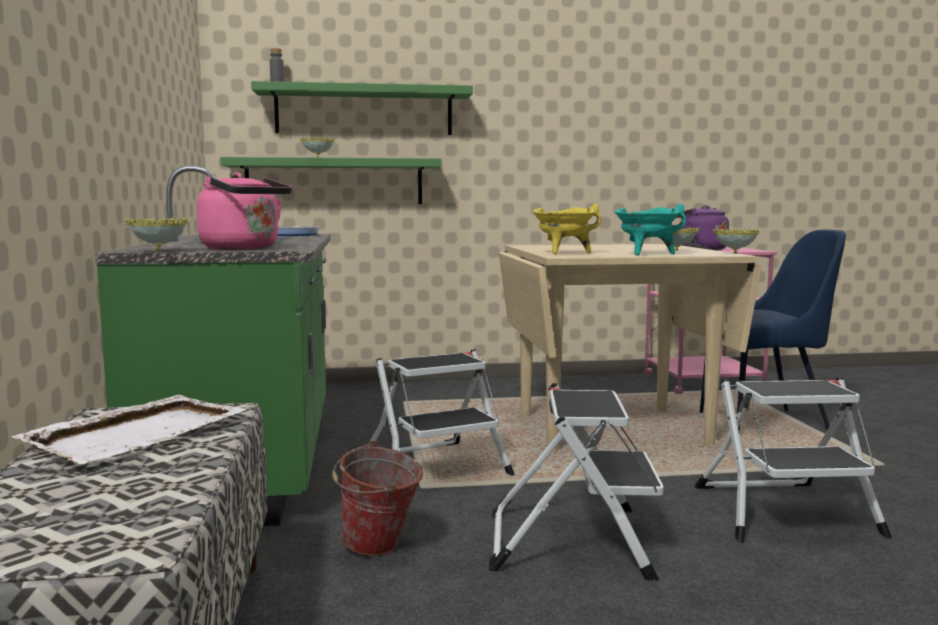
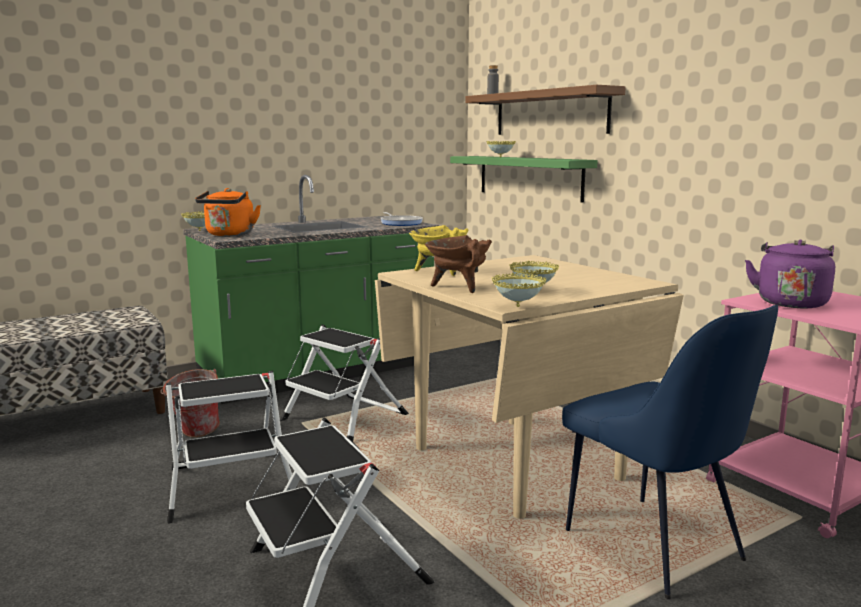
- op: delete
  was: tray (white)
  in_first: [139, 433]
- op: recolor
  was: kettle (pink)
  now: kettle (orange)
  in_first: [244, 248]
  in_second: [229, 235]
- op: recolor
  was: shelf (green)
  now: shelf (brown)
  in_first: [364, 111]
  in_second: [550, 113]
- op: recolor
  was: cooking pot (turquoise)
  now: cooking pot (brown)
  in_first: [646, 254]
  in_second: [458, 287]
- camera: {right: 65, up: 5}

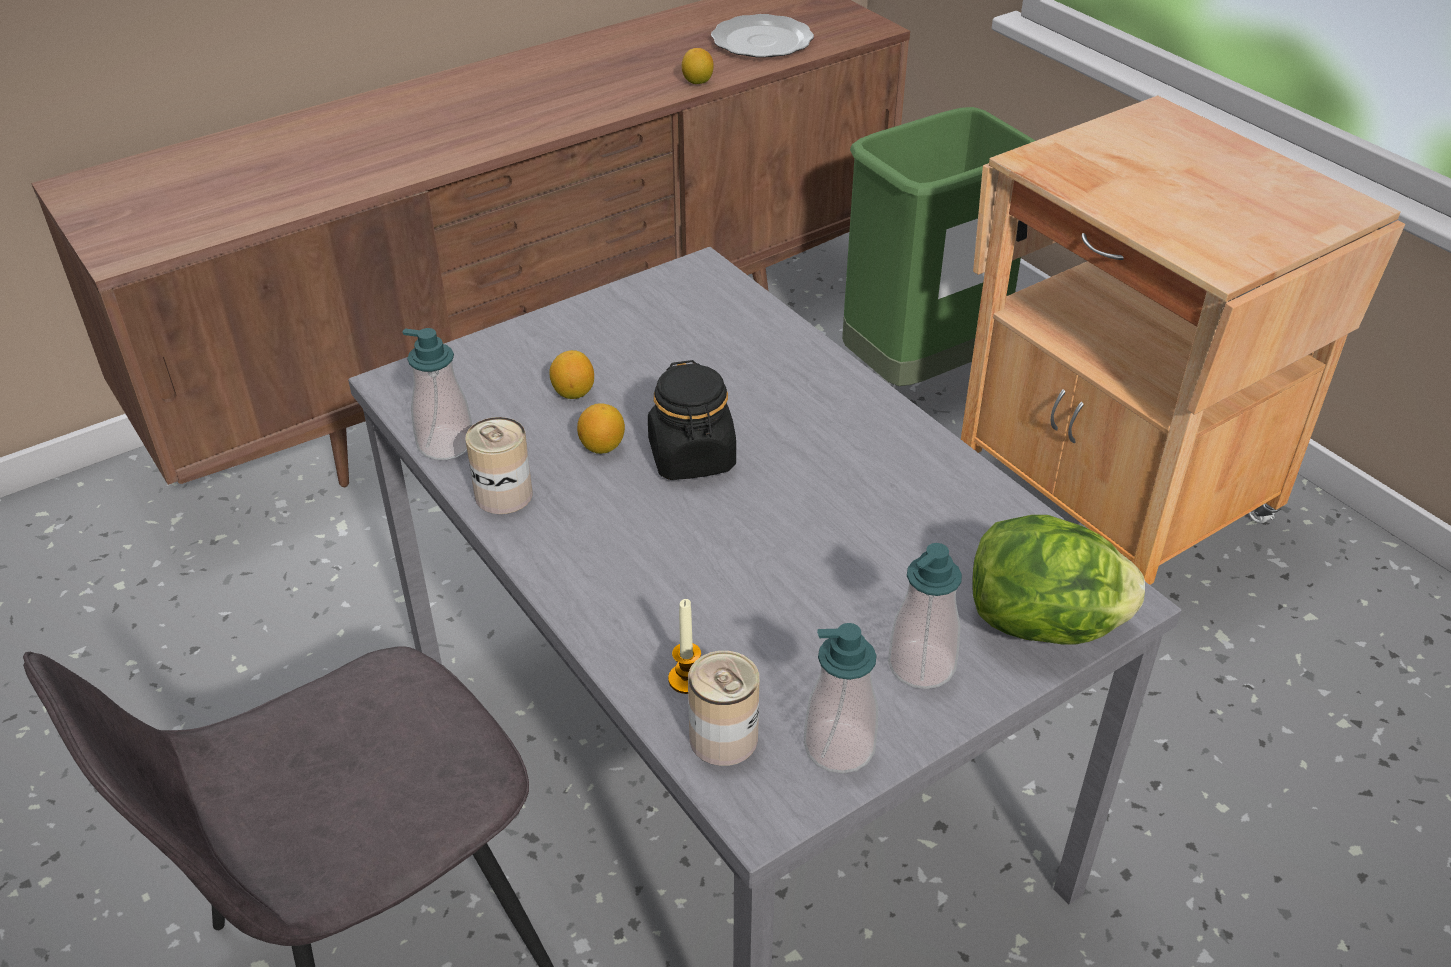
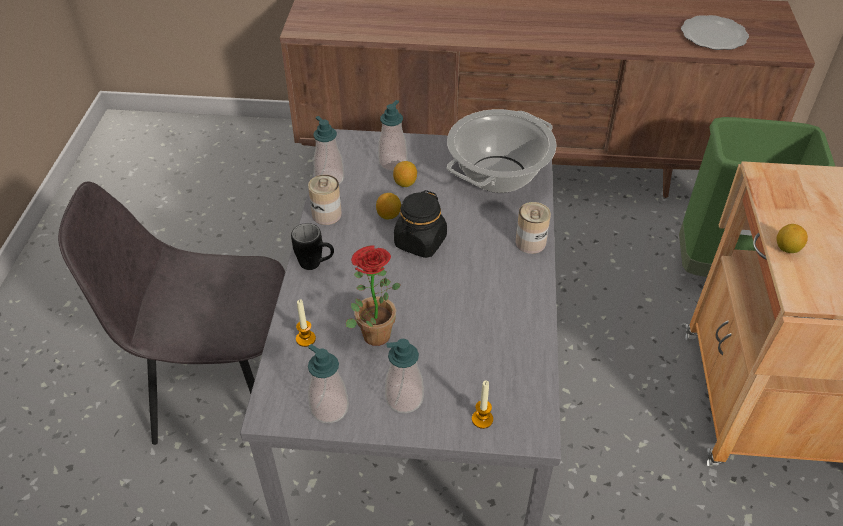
- op: move
  was: lemon
  in_first: [697, 82]
  in_second: [787, 248]
- op: move
  was: can
  in_first: [723, 738]
  in_second: [530, 242]
- op: replace
  was: lettuce
  now: candle
  in_first: [1045, 625]
  in_second: [482, 419]
- op: insert
  now: mug (black)
  in_second: [316, 265]
- op: insert
  now: potted plant
  in_second: [373, 331]
- op: insert
  now: soap dispenser
  in_second: [393, 163]
- op: insert
  now: cooking pot
  in_second: [498, 174]
- camera: {right: 40, up: 5}

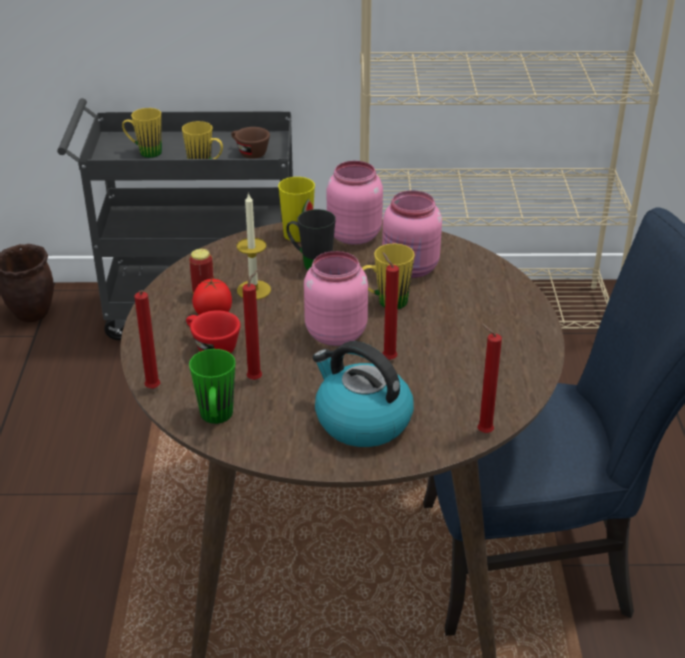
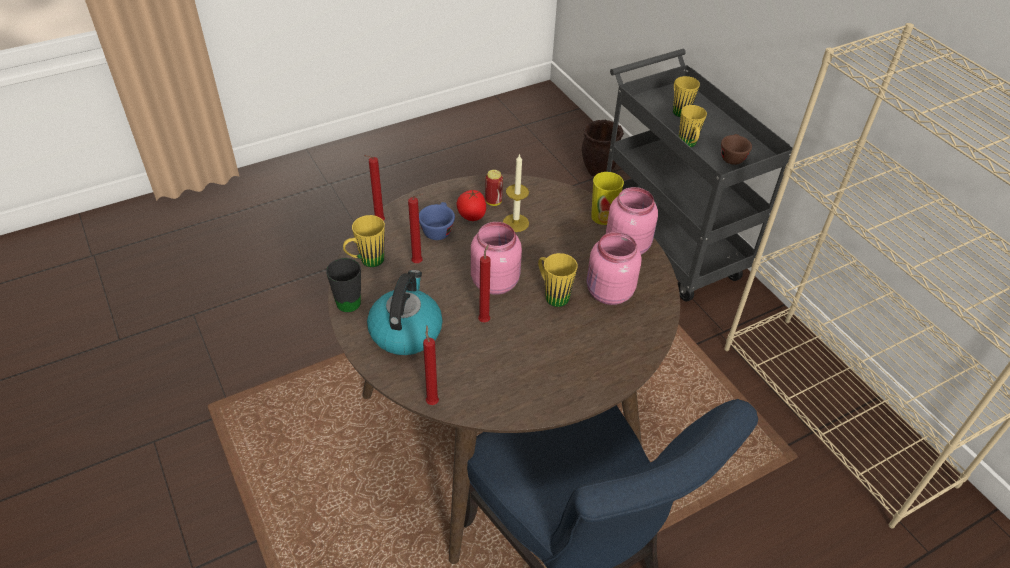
- op: recolor
  was: cup (red)
  now: cup (blue)
  in_first: [211, 347]
  in_second: [438, 229]
- op: recolor
  was: mug (green)
  now: mug (yellow)
  in_first: [216, 419]
  in_second: [366, 261]
- op: move
  was: mug (black)
  in_first: [310, 263]
  in_second: [349, 298]
- camera: {right: 60, up: 10}

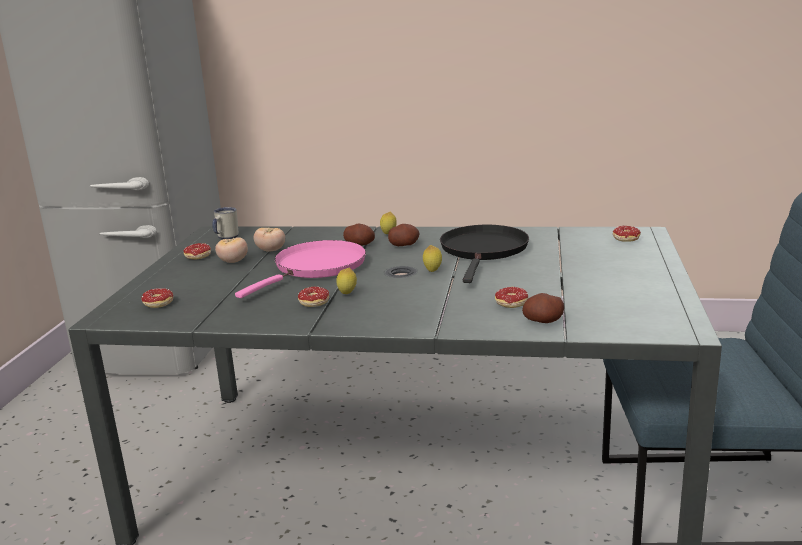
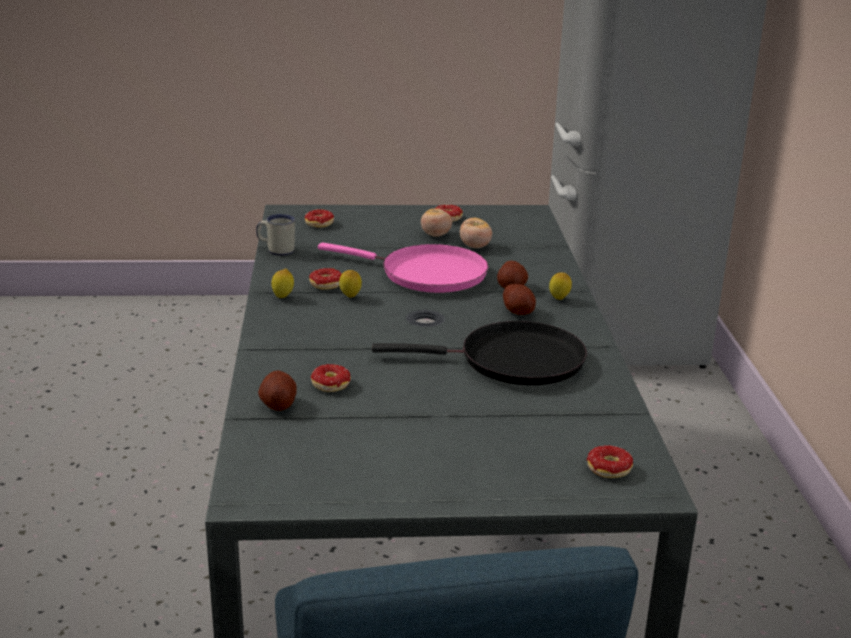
- op: move
  was: mug (white)
  in_first: [225, 237]
  in_second: [276, 250]
- op: move
  was: lemon
  in_first: [432, 270]
  in_second: [283, 297]
- camera: {right: 75, up: 5}

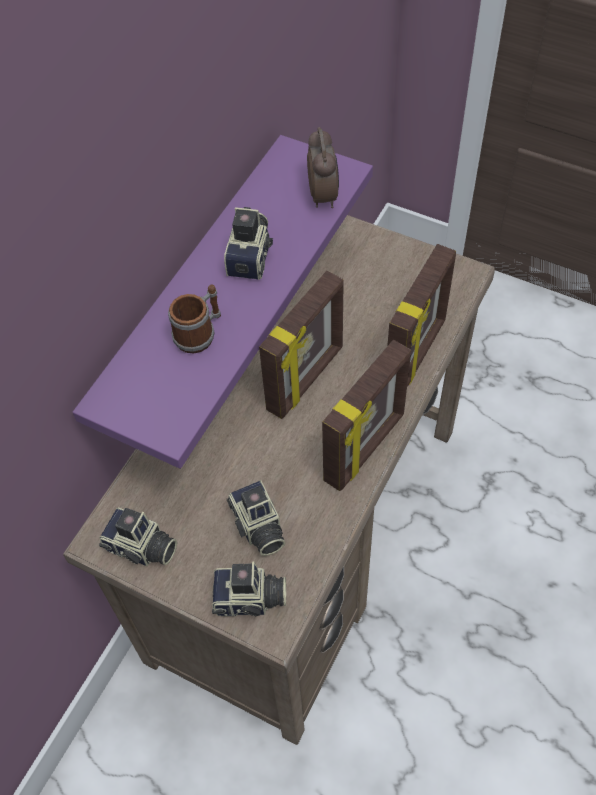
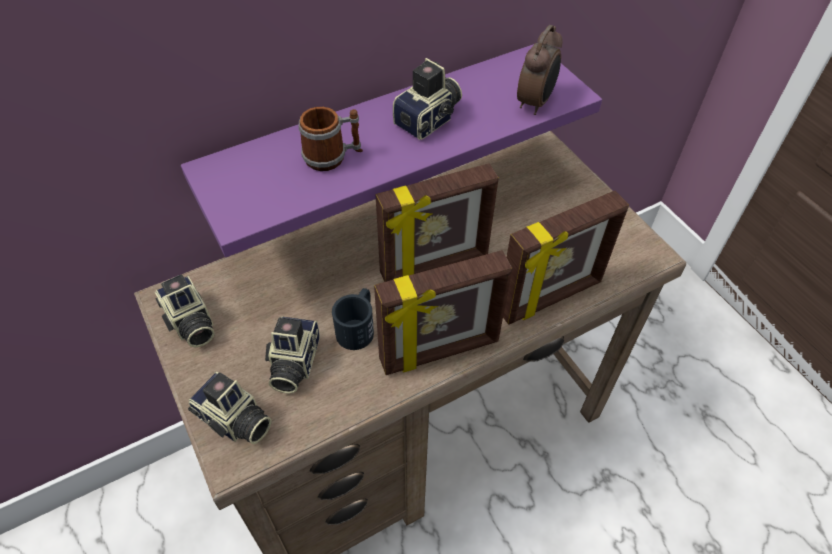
- op: insert
  now: mug (black)
  in_second: [358, 326]
- camera: {right: 30, up: -5}

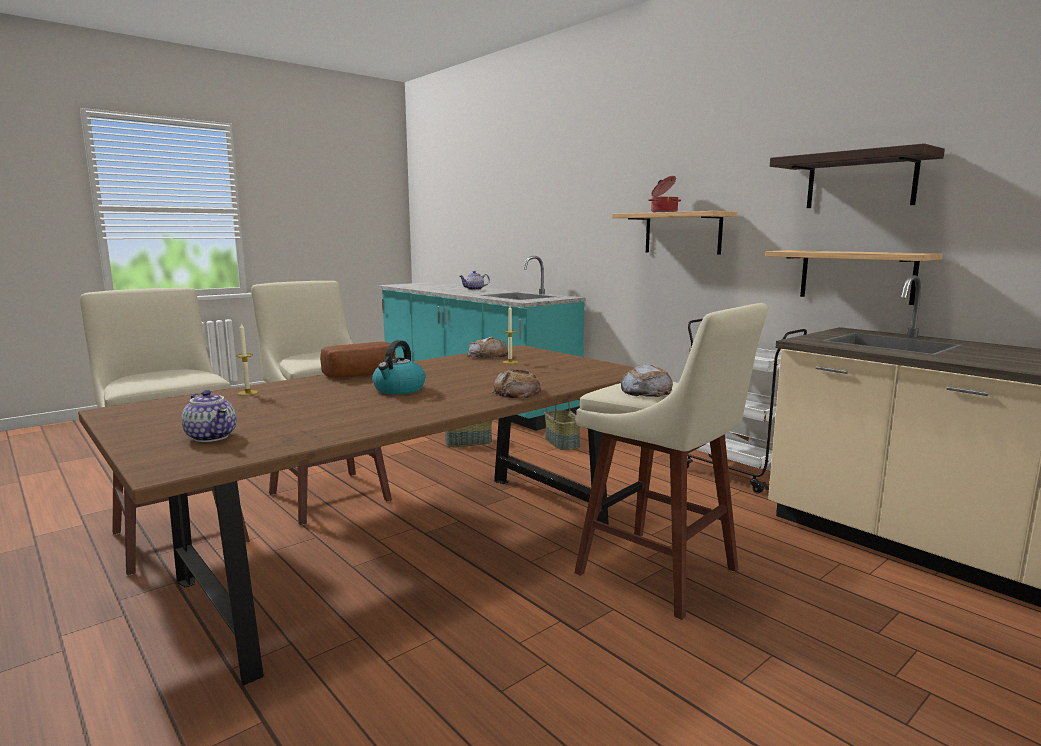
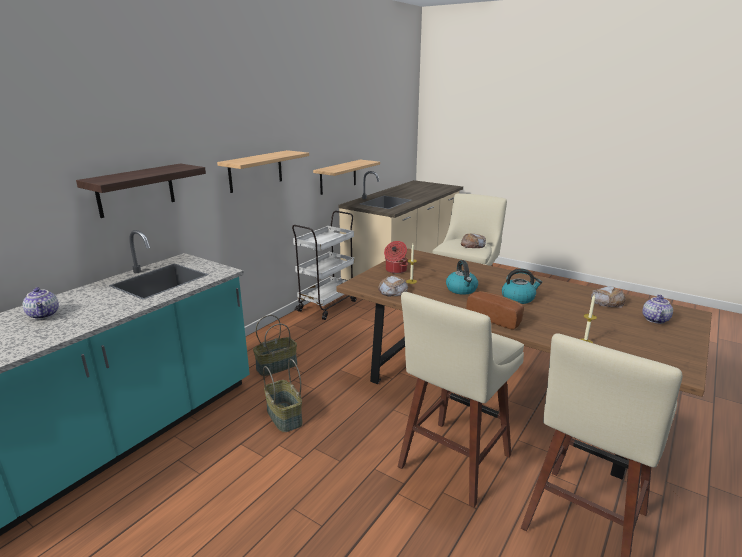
- op: move
  was: bread
  in_first: [517, 392]
  in_second: [607, 301]
- op: move
  was: cooking pot
  in_first: [663, 212]
  in_second: [395, 270]
- op: move
  was: shelf
  in_first: [860, 181]
  in_second: [136, 190]
- op: insert
  now: kettle
  in_second: [461, 289]
- camera: {right: -105, up: 10}

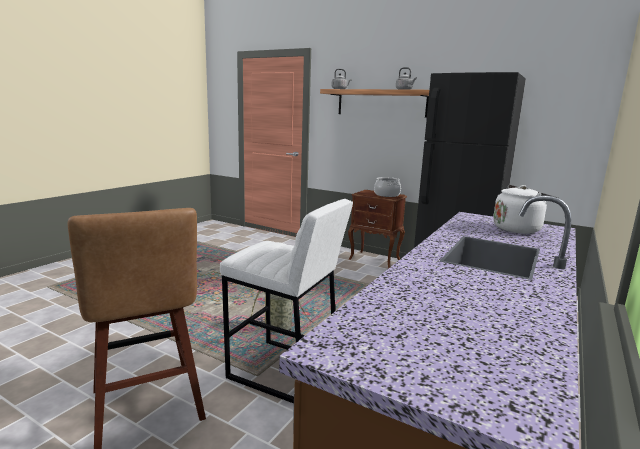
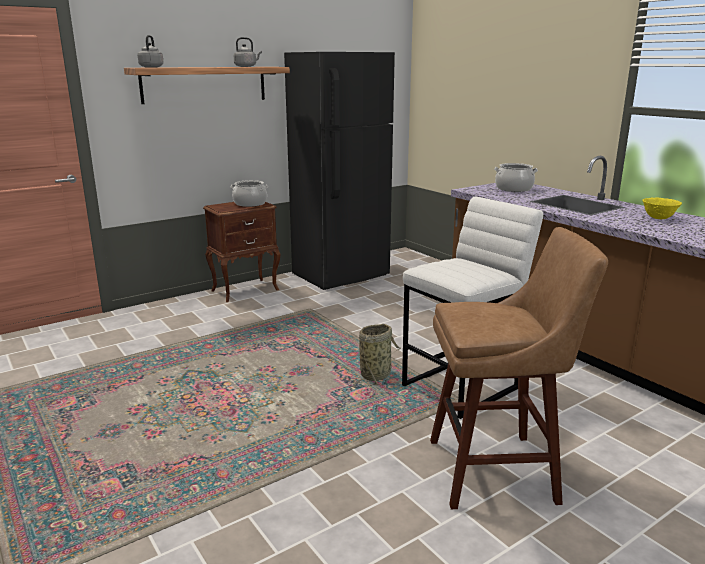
- op: replace
  was: kettle (white)
  now: cooking pot
  in_first: [518, 229]
  in_second: [514, 189]
- op: insert
  now: bowl (yellow)
  in_second: [659, 218]
- camera: {right: -65, up: 5}

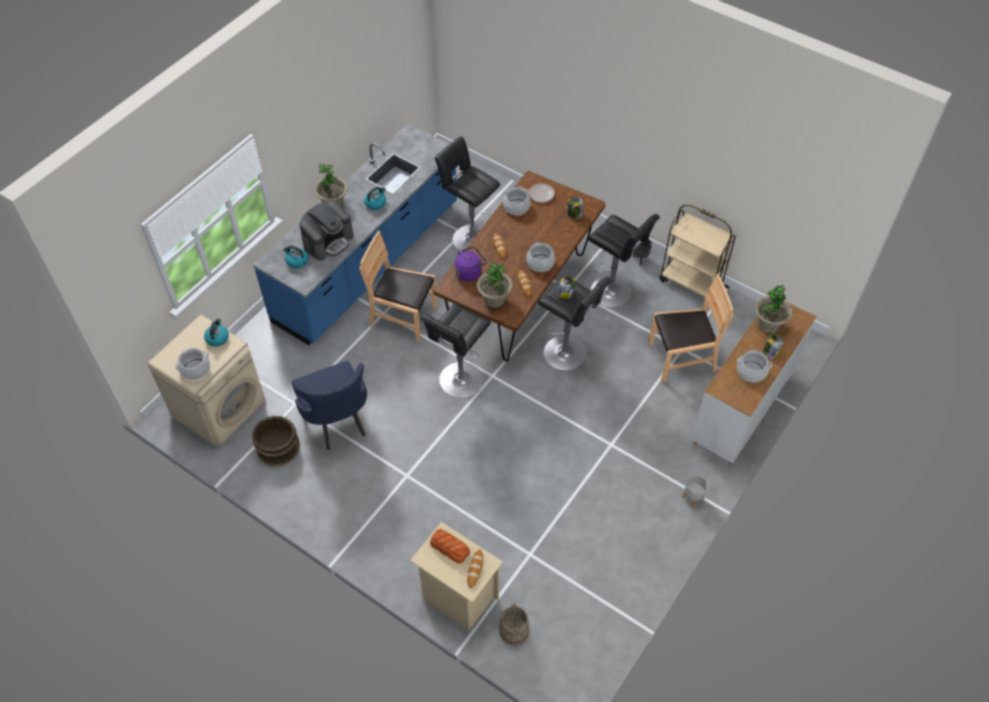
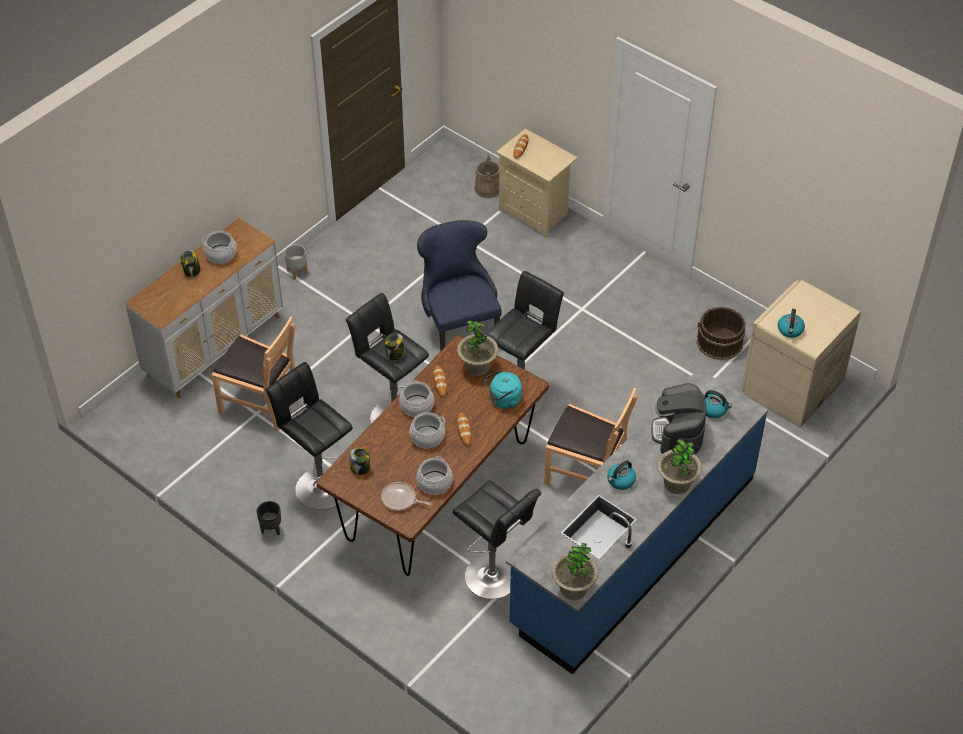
- op: move
  was: cooking pot
  in_first: [195, 369]
  in_second: [427, 437]
- op: move
  was: chair (blue)
  in_first: [337, 422]
  in_second: [459, 327]
- op: rotate
  was: coffee machine
  in_first: [328, 241]
  in_second: [678, 433]
  clockwise: -45
- op: delete
  was: bread
  in_first: [449, 547]
- op: recolor
  was: kettle (purple)
  now: kettle (turquoise)
  in_first: [470, 272]
  in_second: [503, 400]
- op: rotate
  was: chair (brown)
  in_first: [681, 358]
  in_second: [261, 402]
  clockwise: -150
- op: delete
  was: cart (beige)
  in_first: [691, 284]
- op: move
  was: potted plant
  in_first: [768, 324]
  in_second: [573, 589]
- camera: {right: -175, up: -5}

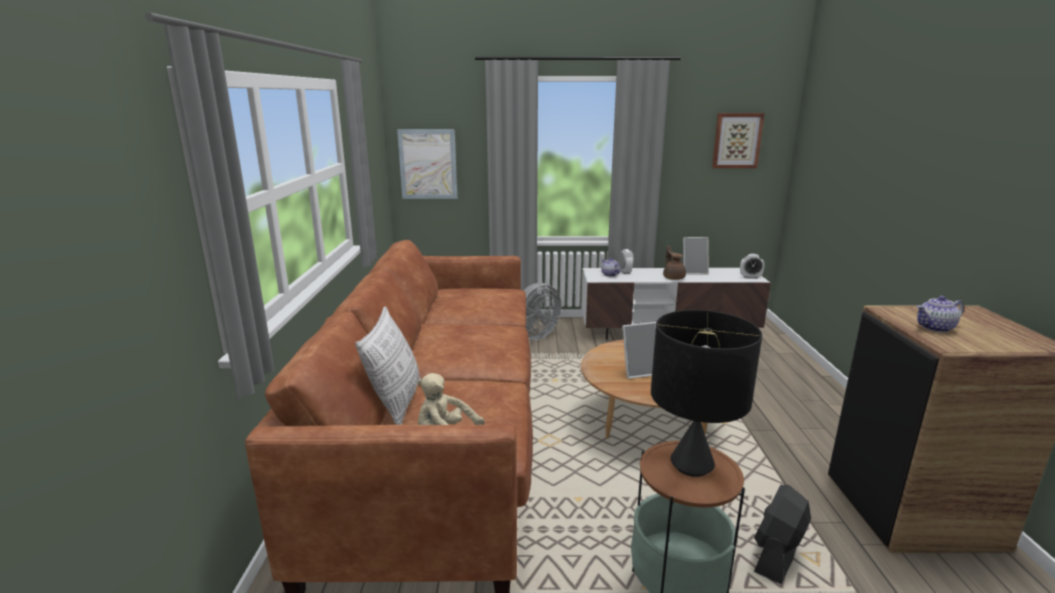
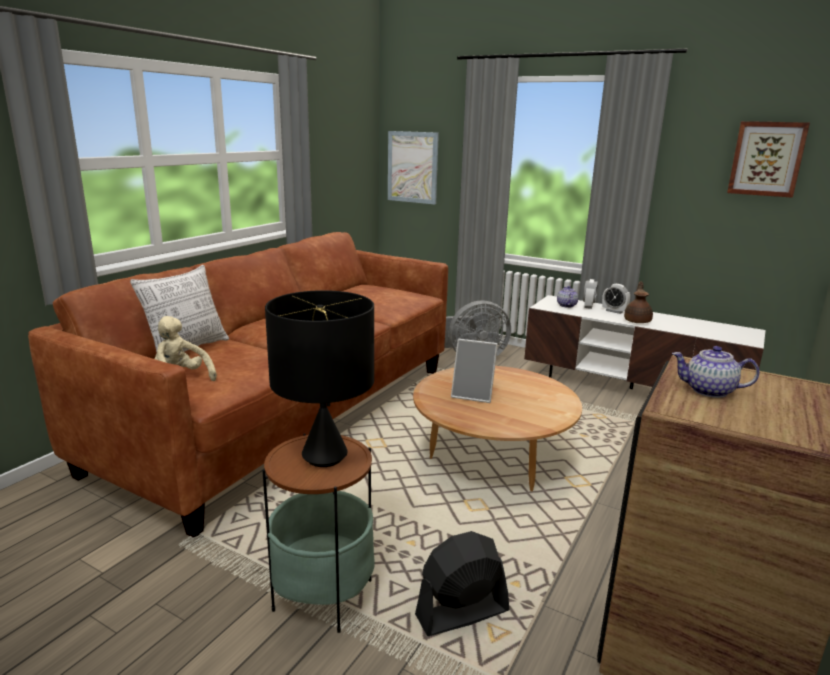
- op: delete
  was: picture frame
  in_first: [693, 272]
- op: move
  was: alarm clock
  in_first: [750, 277]
  in_second: [614, 311]
- camera: {right: 30, up: 0}

